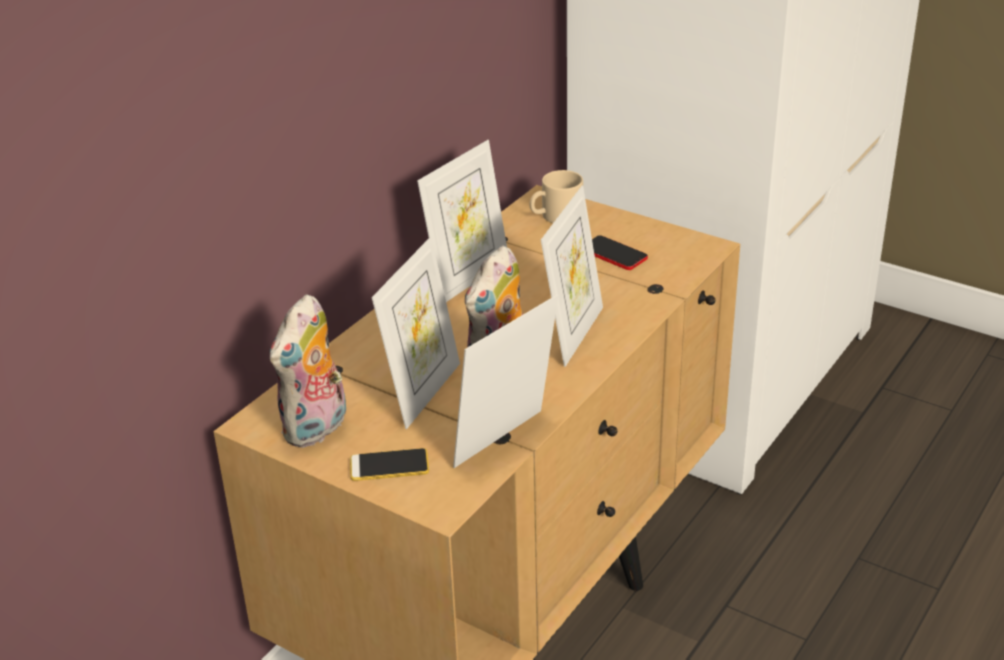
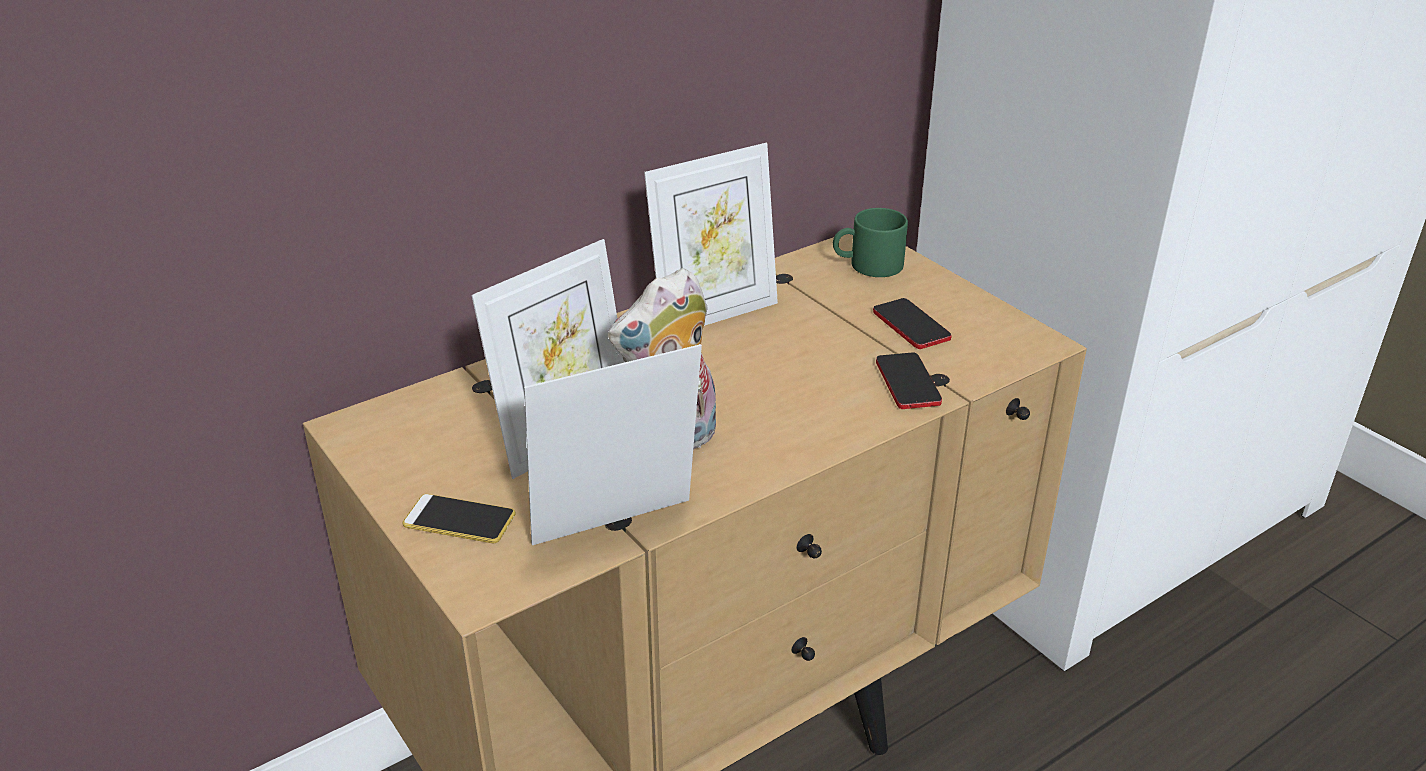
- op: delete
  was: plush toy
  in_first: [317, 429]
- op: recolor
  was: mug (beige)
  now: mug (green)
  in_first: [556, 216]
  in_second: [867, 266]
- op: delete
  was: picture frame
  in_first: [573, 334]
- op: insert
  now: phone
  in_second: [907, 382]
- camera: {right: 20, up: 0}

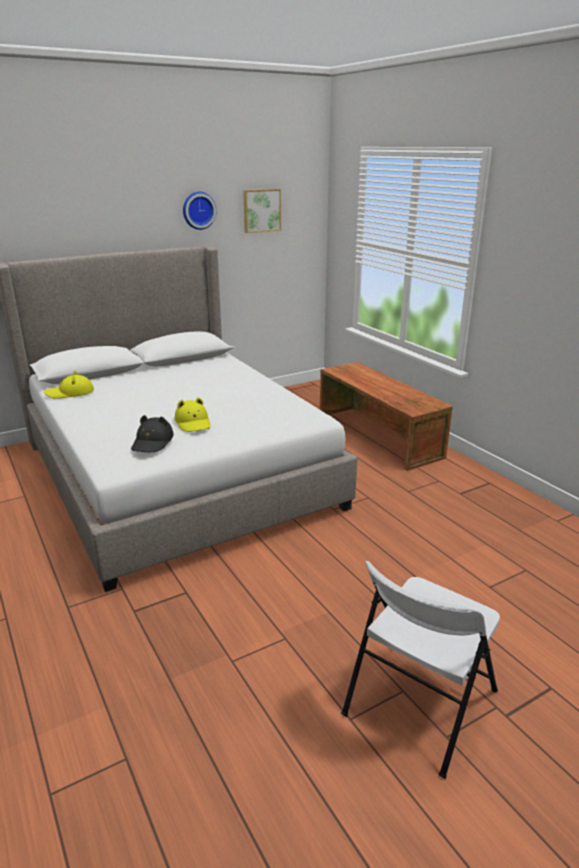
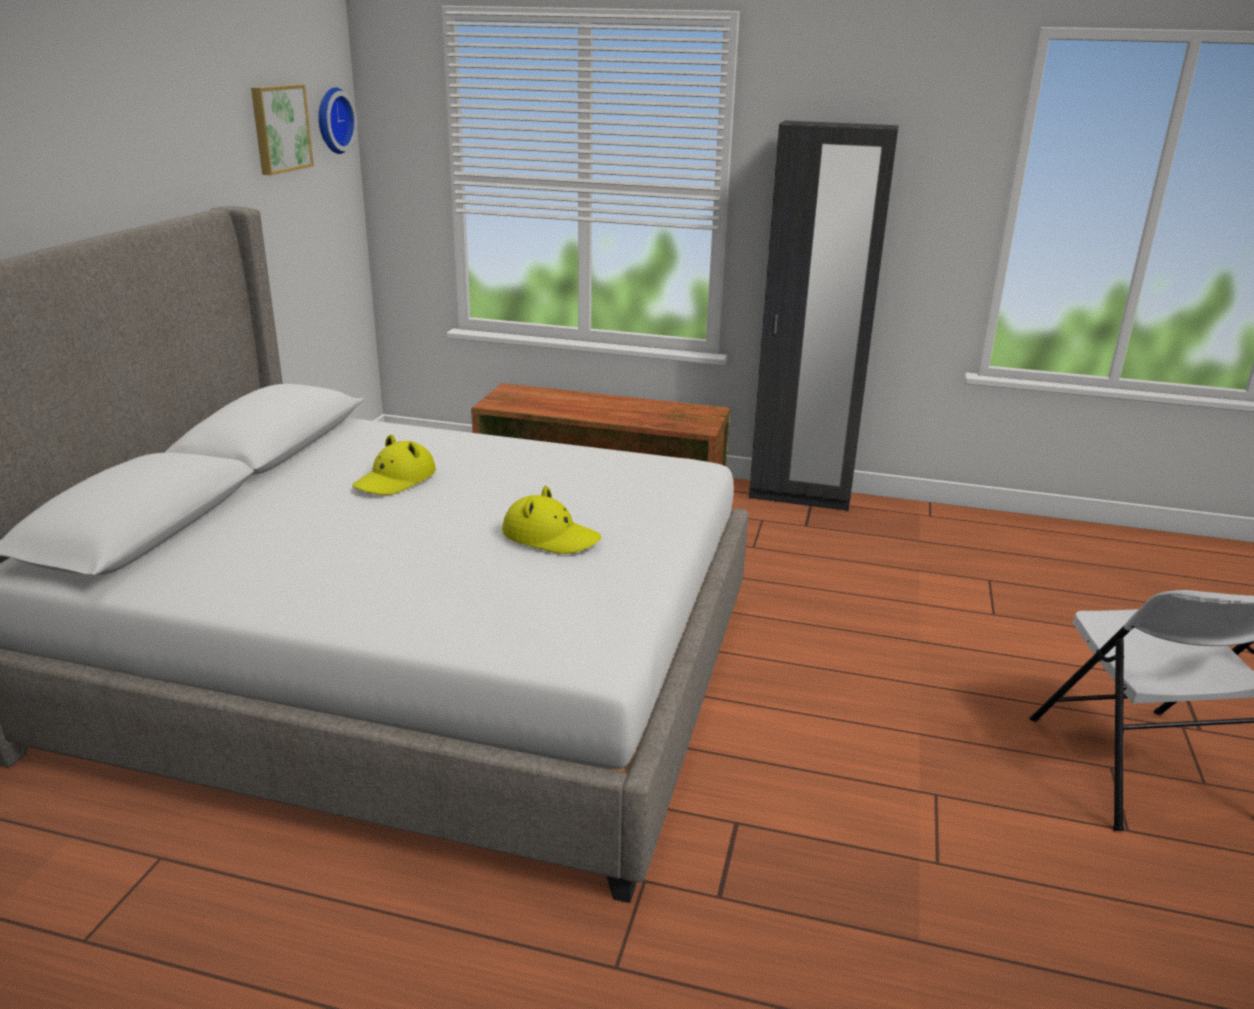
- op: move
  was: hat (yellow)
  in_first: [70, 393]
  in_second: [395, 480]
- op: delete
  was: hat (black)
  in_first: [152, 442]
- op: move
  was: wall clock
  in_first: [198, 210]
  in_second: [332, 120]
- op: insert
  now: wardrobe (black)
  in_second: [800, 497]
- camera: {right: -45, up: 0}

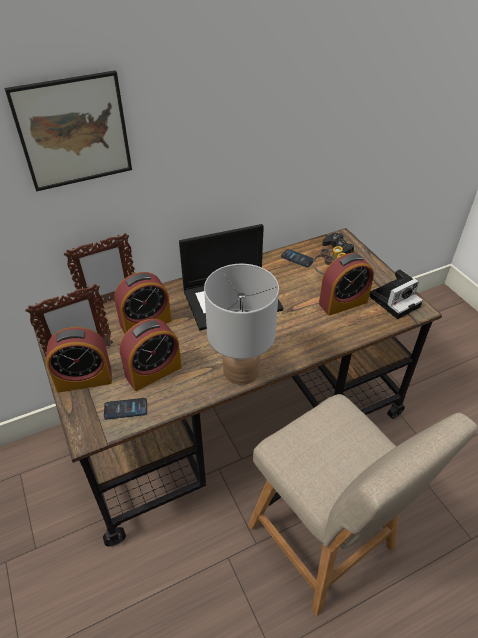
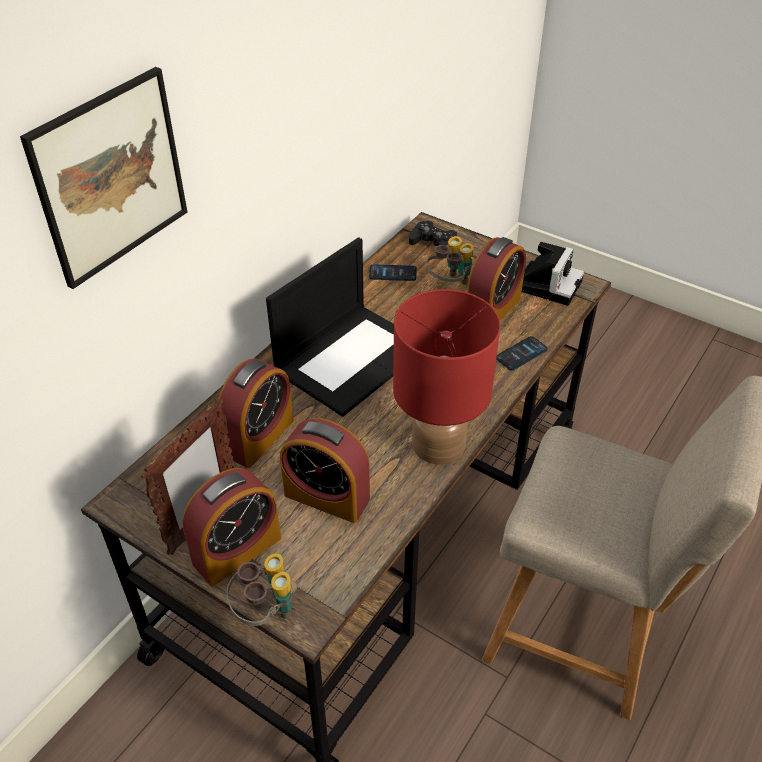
- op: delete
  was: picture frame
  in_first: [110, 301]
- op: move
  was: phone
  in_first: [125, 409]
  in_second: [521, 354]
- op: rotate
  was: alarm clock
  in_first: [153, 372]
  in_second: [327, 497]
  clockwise: 90
- op: recolor
  was: table lamp (grey)
  now: table lamp (red)
  in_first: [241, 371]
  in_second: [439, 445]
- op: insert
  now: binoculars
  in_second: [265, 611]
- camera: {right: -30, up: 0}

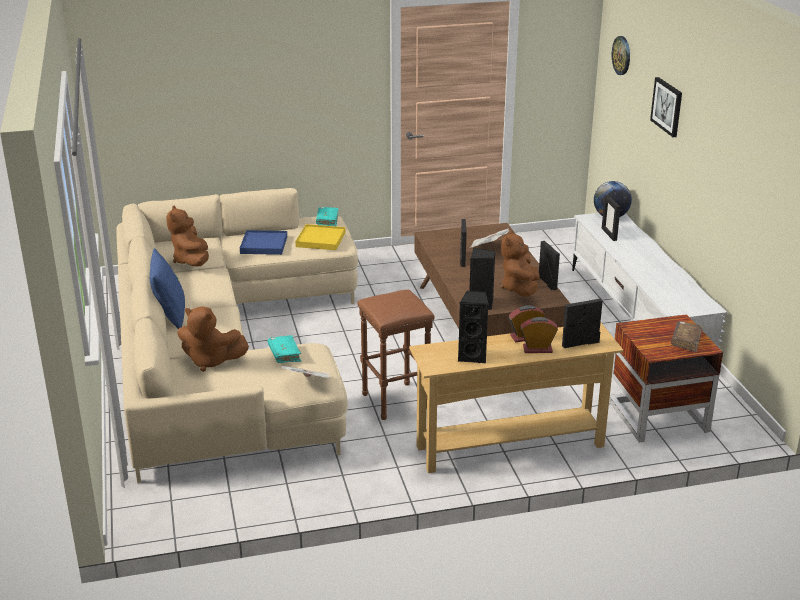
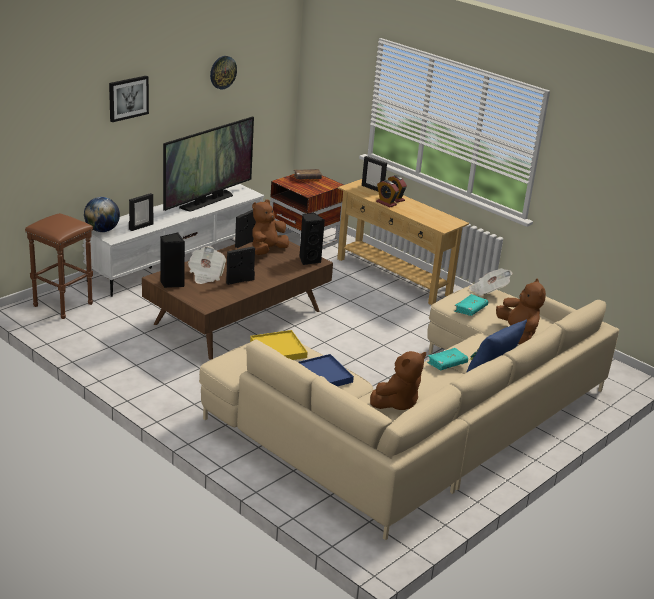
- op: move
  was: book (turquoise)
  in_first: [327, 221]
  in_second: [447, 364]
- op: move
  was: stool (brown)
  in_first: [397, 401]
  in_second: [63, 304]
- op: move
  was: speaker (black)
  in_first: [473, 356]
  in_second: [172, 283]
- op: rotate
  was: plush toy (brown)
  in_first: [520, 289]
  in_second: [267, 251]
  clockwise: 150
- op: move
  was: wall clock
  in_first: [622, 55]
  in_second: [222, 72]
- op: insert
  now: television
  in_second: [207, 201]
- camera: {right: -125, up: 0}

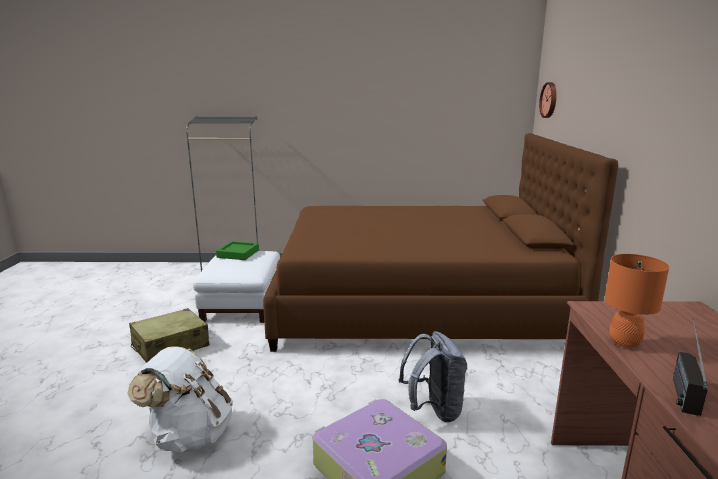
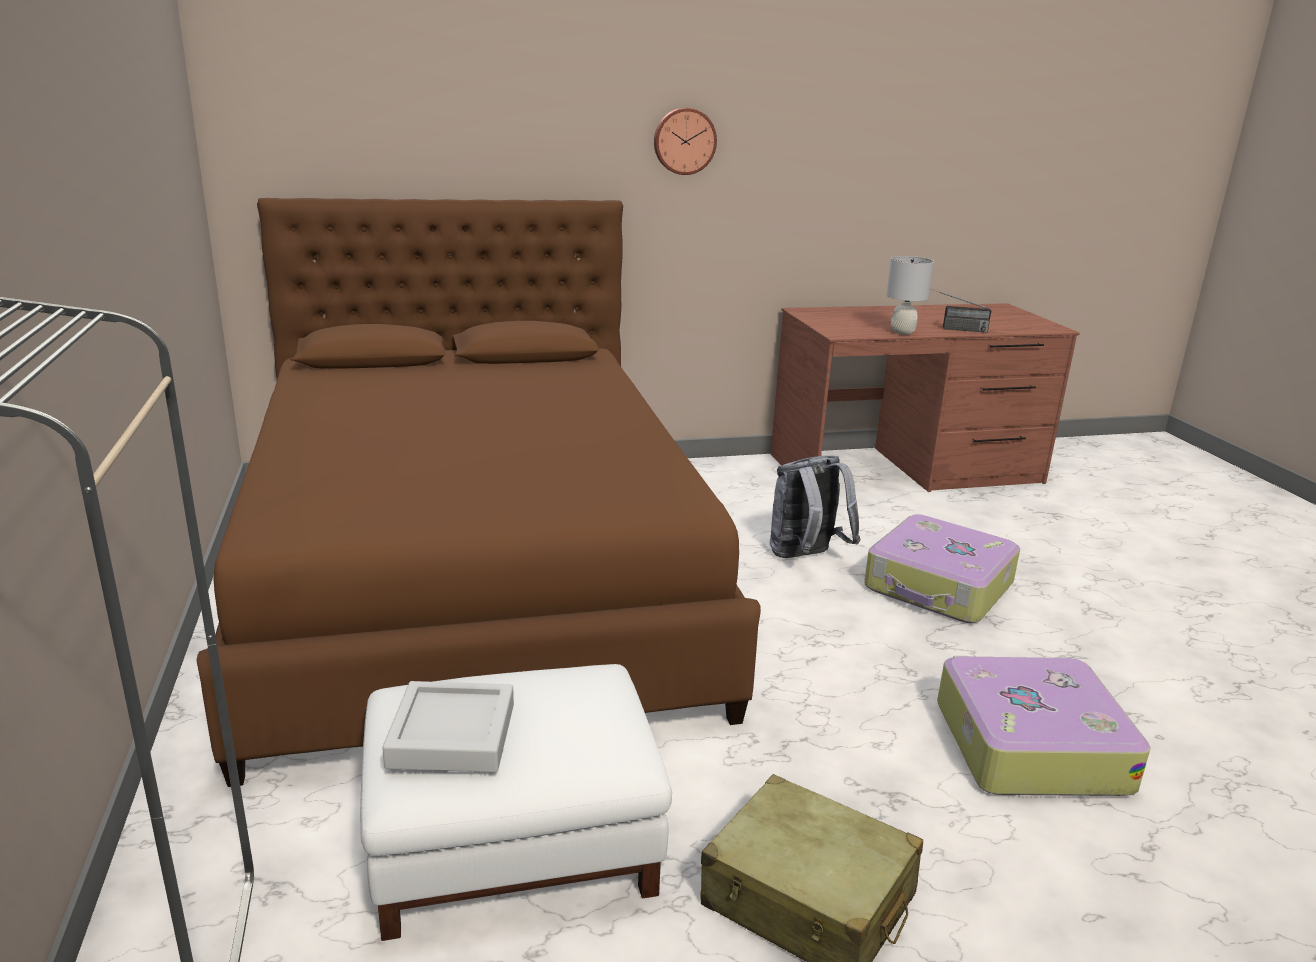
- op: replace
  was: backpack (white)
  now: suitcase
  in_first: [189, 435]
  in_second: [1028, 745]
- op: recolor
  was: tray (green)
  now: tray (grey)
  in_first: [238, 254]
  in_second: [452, 736]
- op: move
  was: wall clock
  in_first: [549, 100]
  in_second: [684, 141]
- op: recolor
  was: table lamp (orange)
  now: table lamp (grey)
  in_first: [624, 343]
  in_second: [903, 333]
- camera: {right: -105, up: 5}

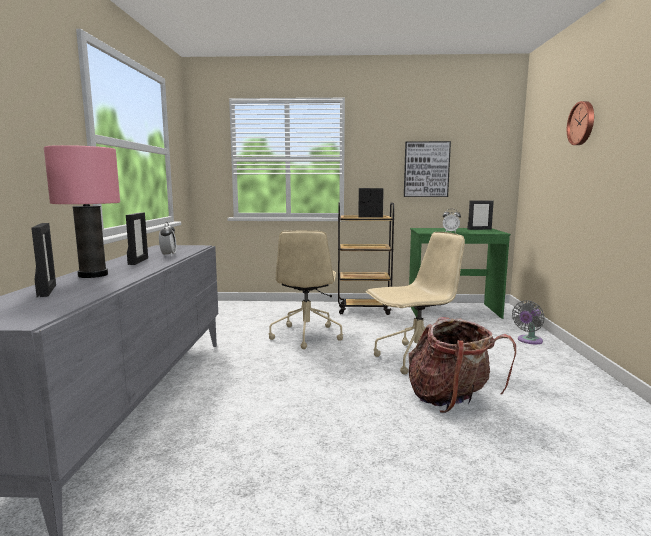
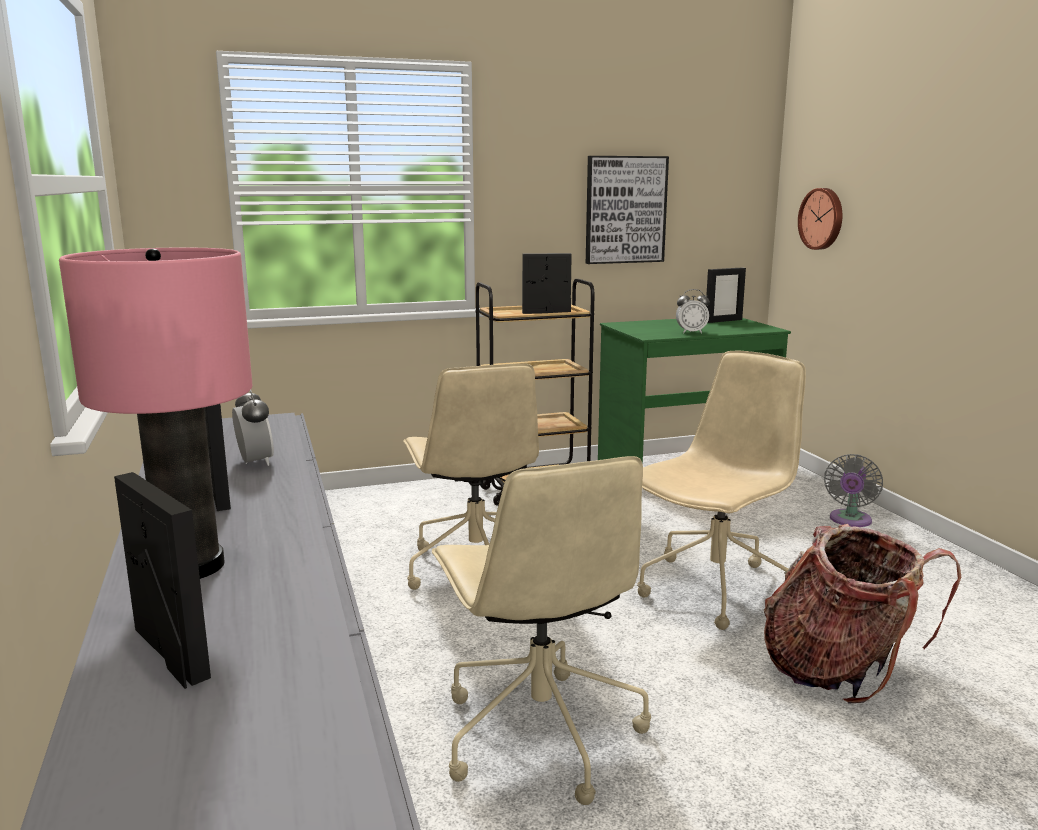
- op: move
  was: wall clock
  in_first: [582, 123]
  in_second: [822, 219]
- op: insert
  now: office chair (beige)
  in_second: [537, 729]
- camera: {right: -20, up: 5}

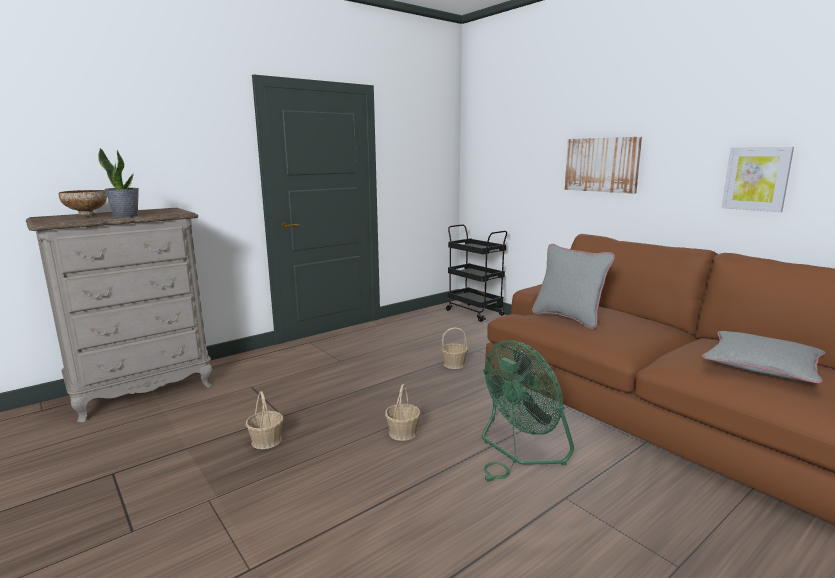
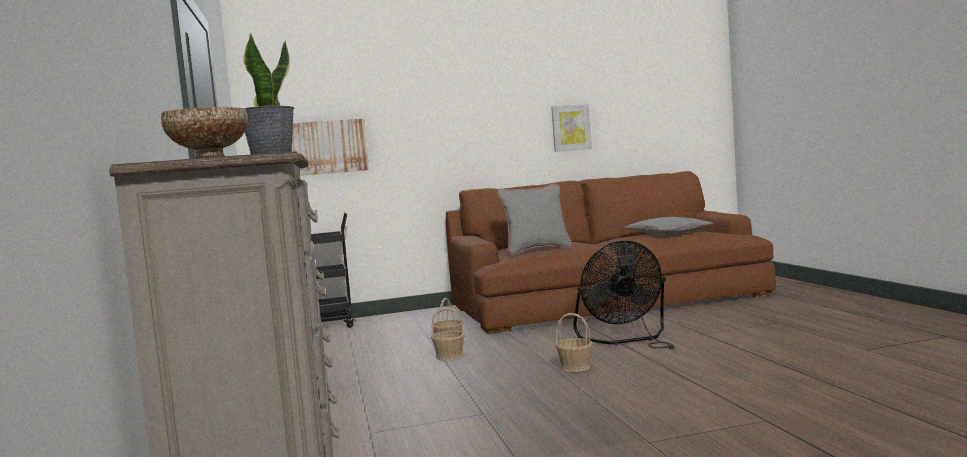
- op: move
  was: basket
  in_first: [266, 440]
  in_second: [449, 356]
- op: recolor
  was: fan (green)
  now: fan (black)
  in_first: [513, 449]
  in_second: [631, 339]
- op: move
  was: picture
  in_first: [601, 165]
  in_second: [327, 147]
- camera: {right: -65, up: -10}

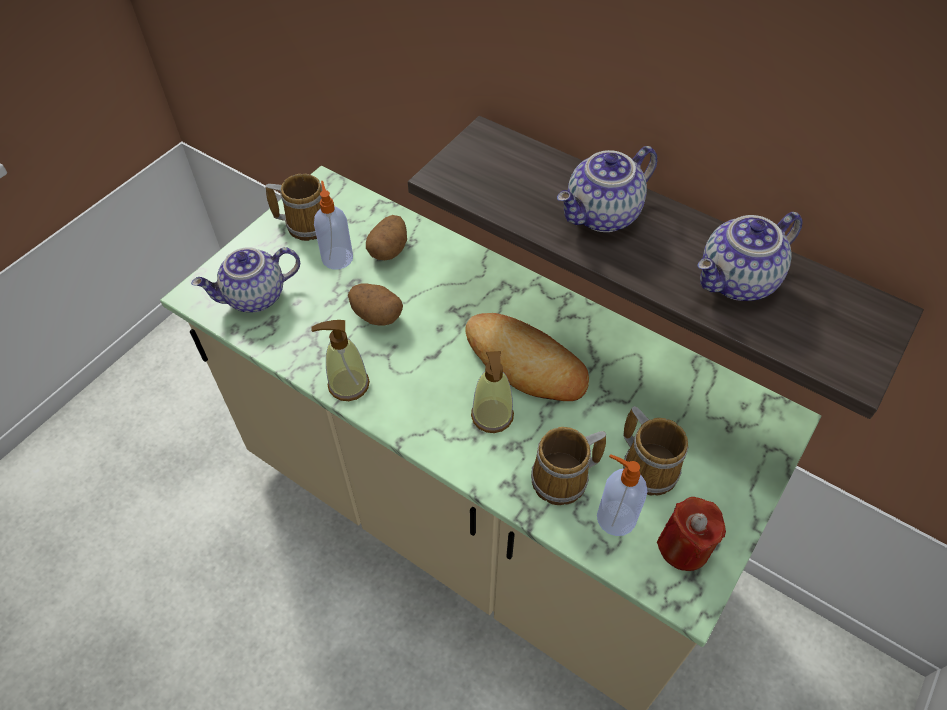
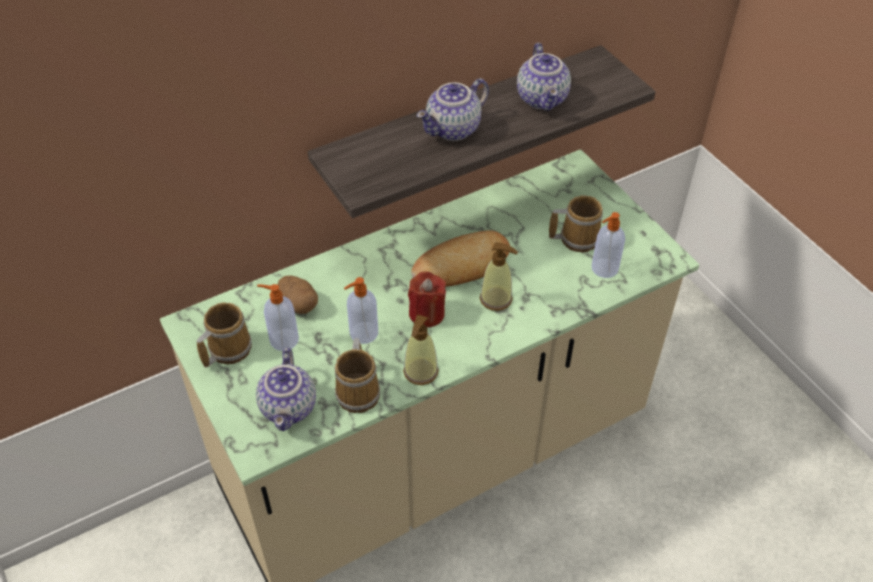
- op: replace
  was: potato
  now: soap dispenser
  in_first: [376, 315]
  in_second: [363, 333]
- op: move
  was: mug
  in_first: [564, 479]
  in_second: [359, 391]
- op: rotate
  was: teapot
  in_first: [603, 216]
  in_second: [453, 130]
  clockwise: 60
- op: move
  was: candle (red)
  in_first: [684, 547]
  in_second: [427, 314]
- camera: {right: -65, up: -5}

